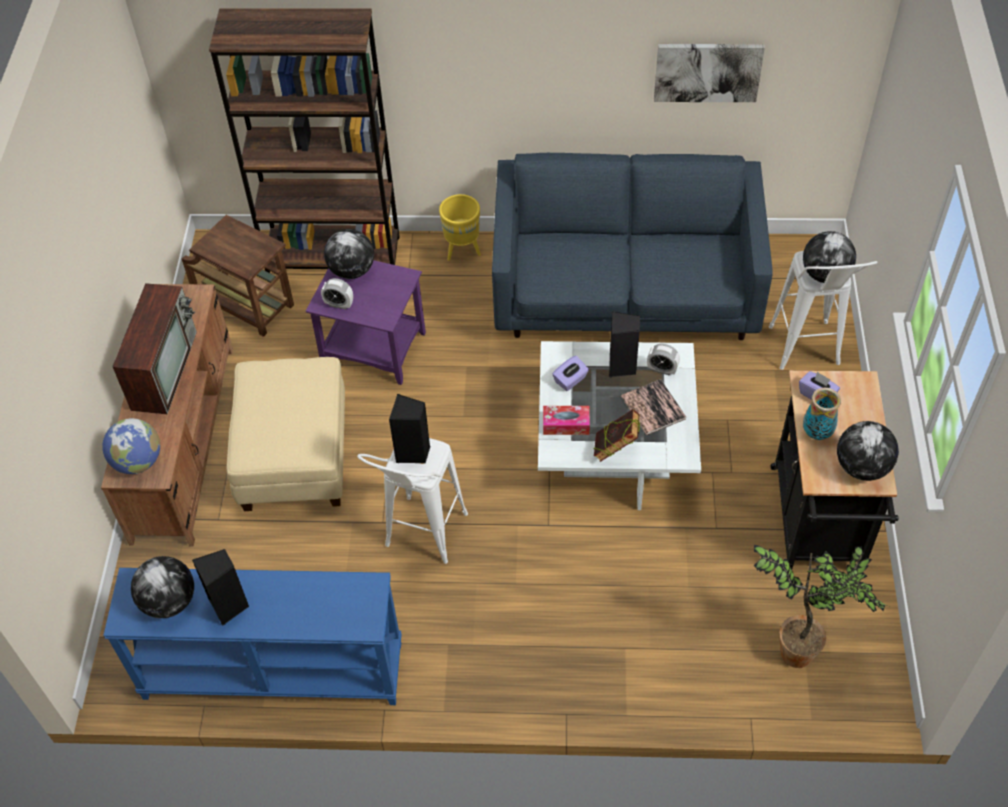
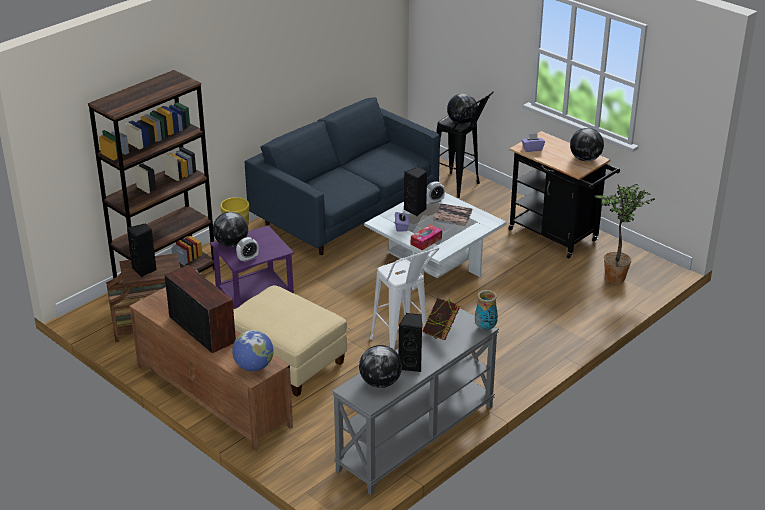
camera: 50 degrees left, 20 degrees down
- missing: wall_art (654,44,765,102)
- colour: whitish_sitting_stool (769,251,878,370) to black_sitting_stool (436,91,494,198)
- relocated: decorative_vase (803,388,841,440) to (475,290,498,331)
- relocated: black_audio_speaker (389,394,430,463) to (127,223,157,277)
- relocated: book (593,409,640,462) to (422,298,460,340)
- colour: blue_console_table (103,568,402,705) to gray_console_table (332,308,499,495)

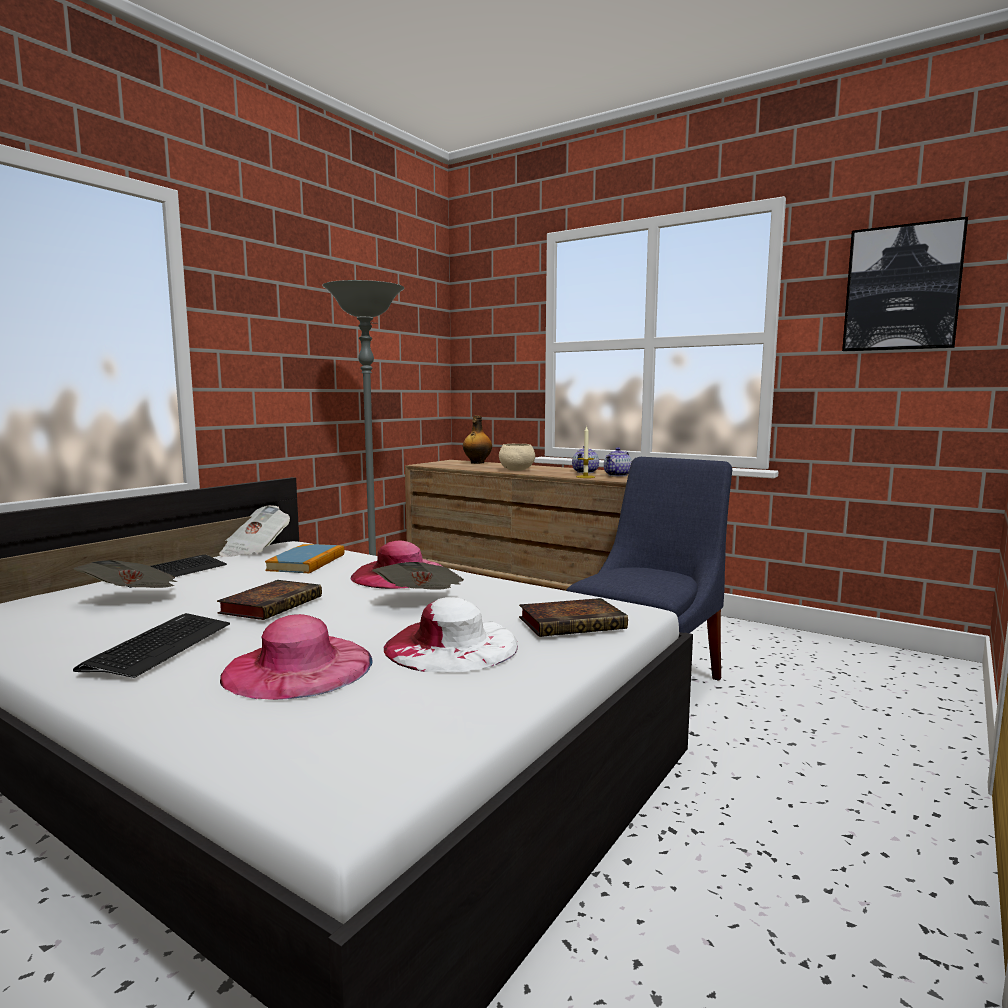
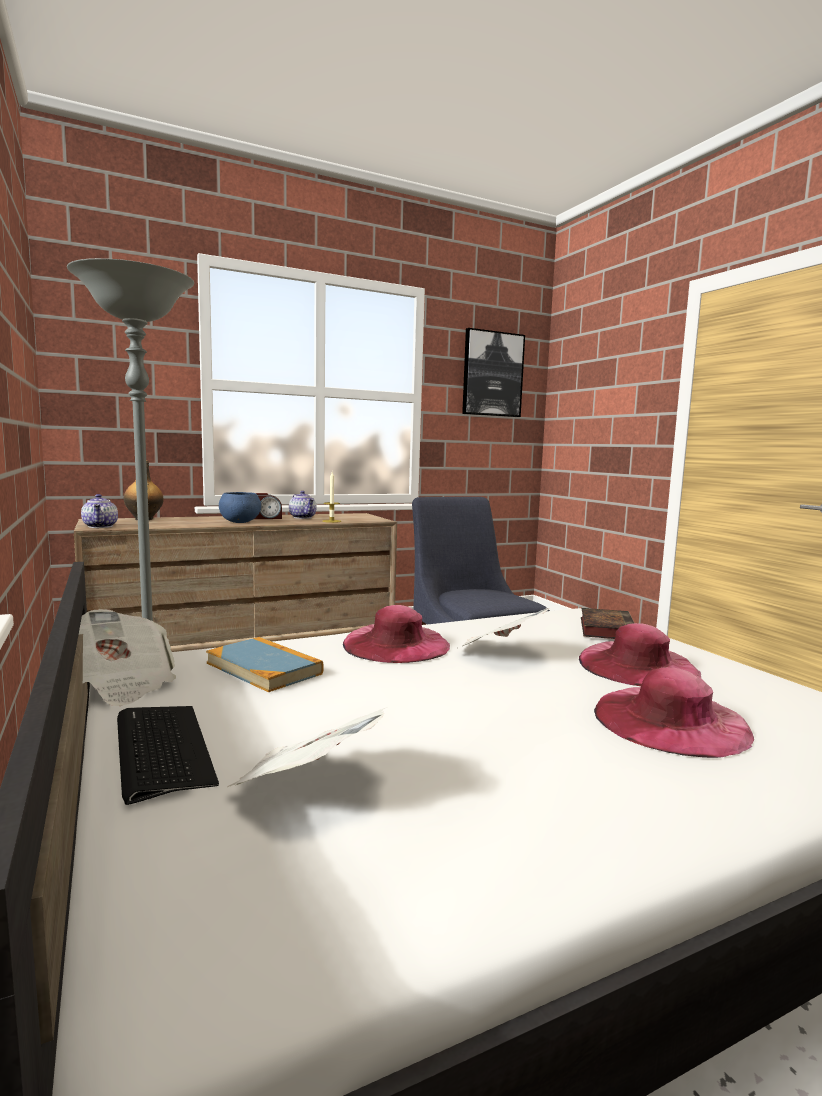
camera: 60 degrees left, 0 degrees up
- colour: beige_deep_dish (499,444,535,471) to blue_deep_dish (219,492,261,523)
- relocated: teapot (604,447,632,477) to (81,494,118,528)
- missing: book (217,580,322,620)
- colour: whitish_clothing_hat (384,597,518,673) to pinkish_clothing_hat (579,623,701,686)
- missing: PC_keyboard (73,613,230,678)
- appeared: bedside_clock (255,493,282,519)

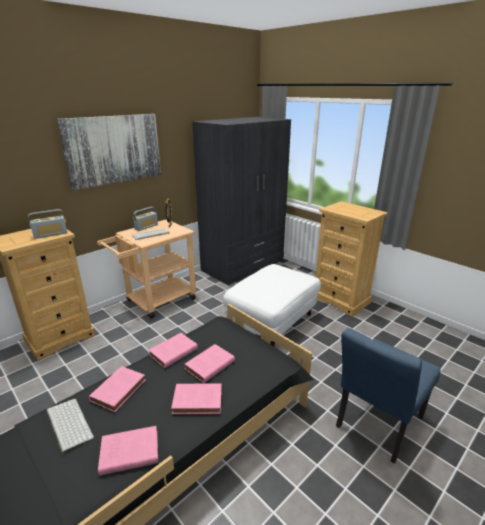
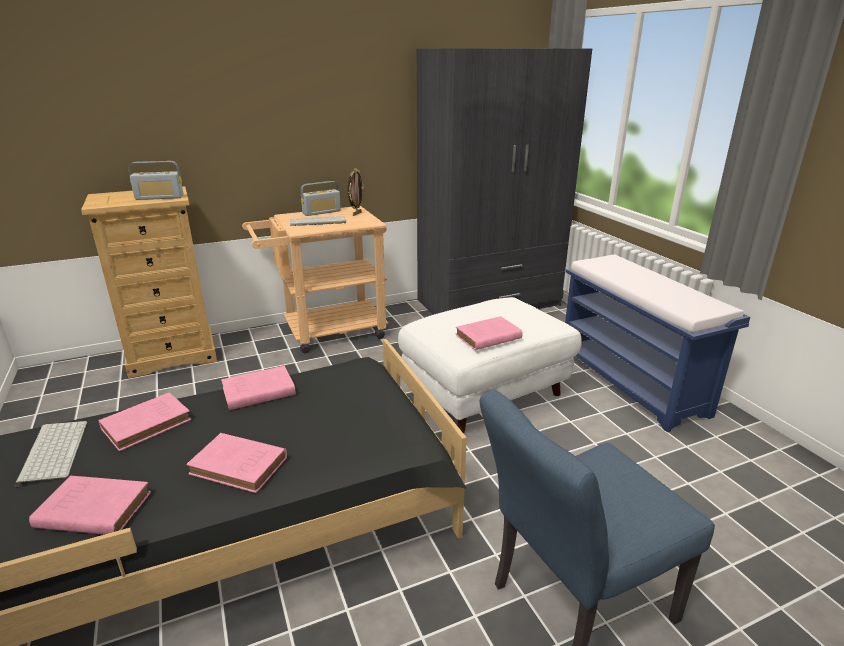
camera: 20 degrees right, 0 degrees up
- missing: wall_art (57,114,161,190)
- exchanged: beige_chest_of_drawers (315,201,388,316) to blue_long_seat (565,255,750,432)
- relocated: pinkish_book (184,344,235,383) to (456,316,523,350)

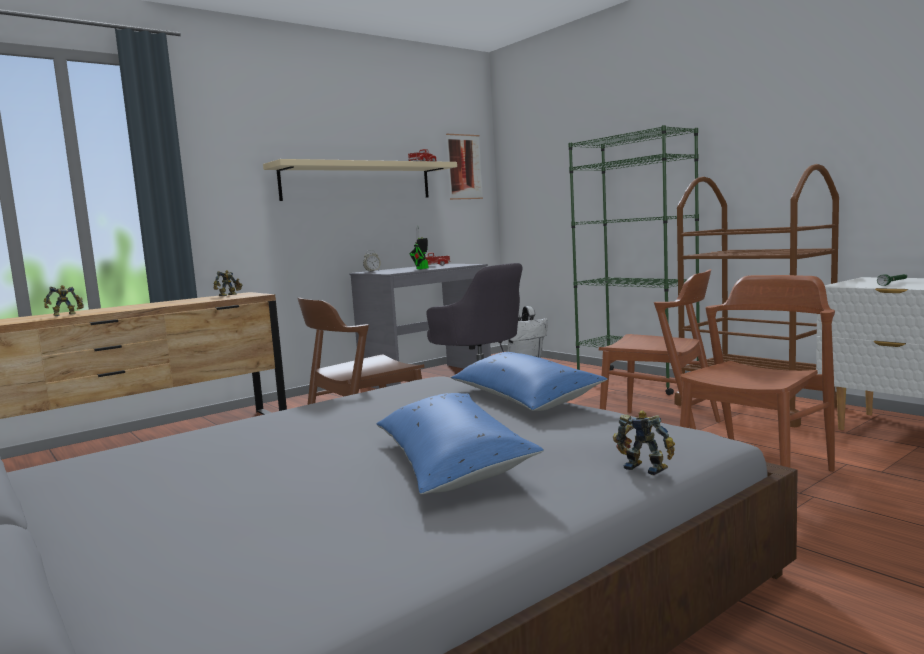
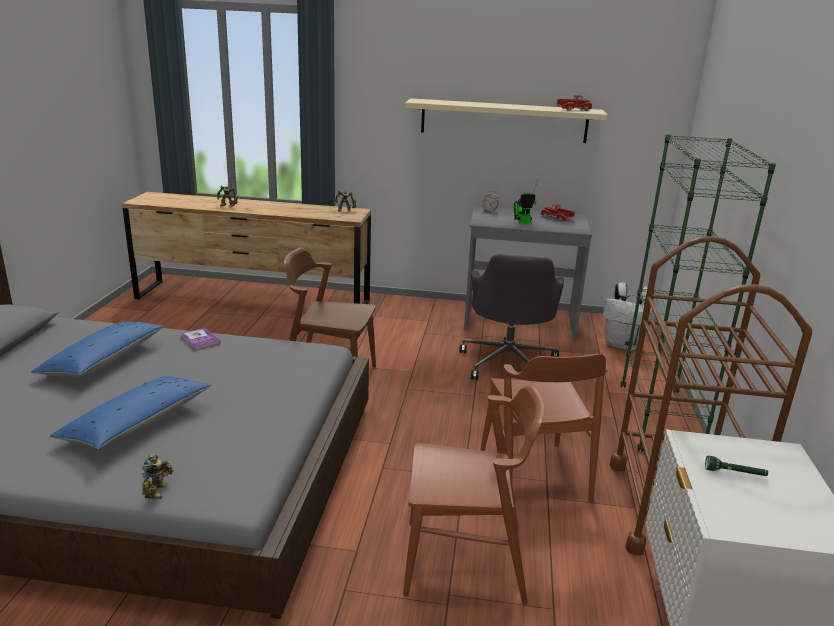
camera: 45 degrees right, 15 degrees up
- missing: wall_art (446,134,483,200)
- relocated: blue_cushion (451,352,607,411) to (31,322,165,377)
- appeared: book (180,328,220,350)

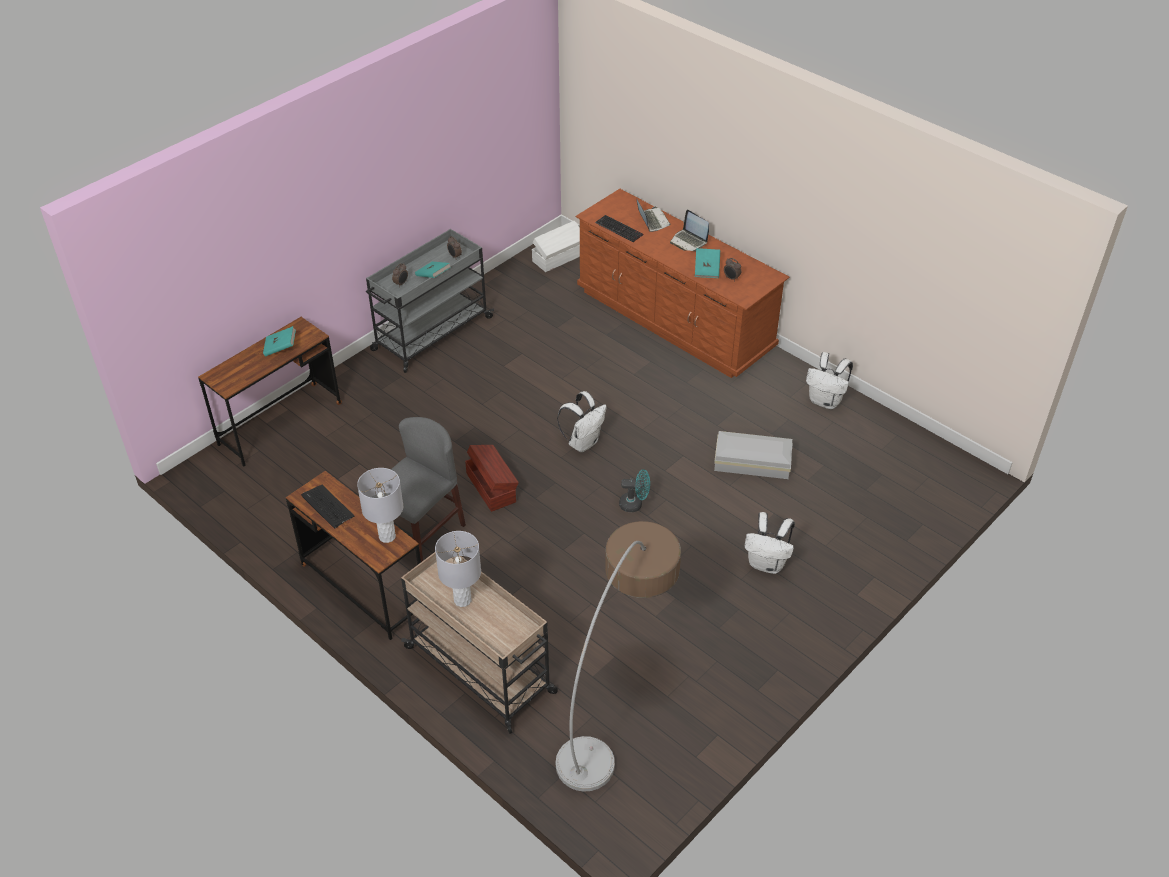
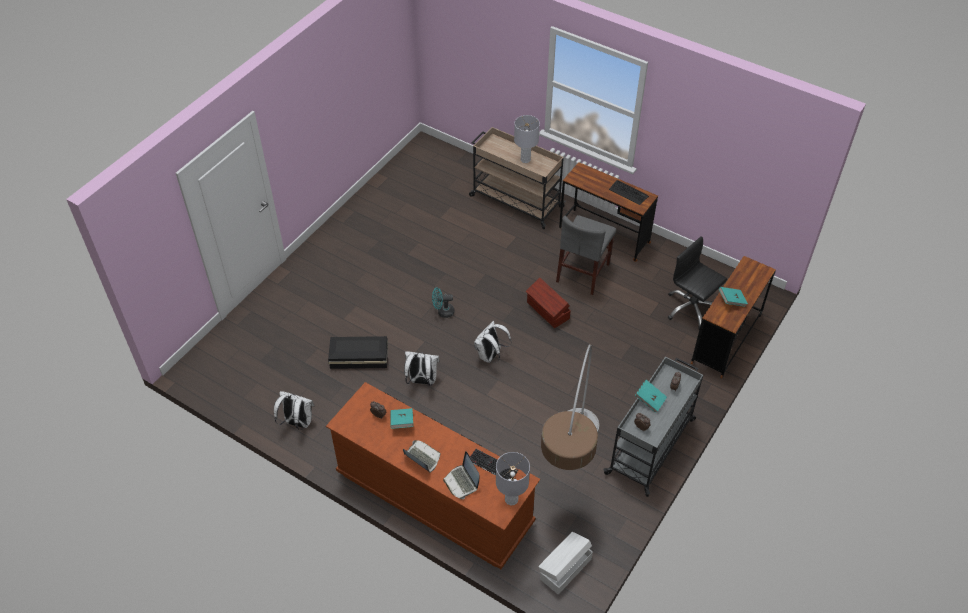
camera: 170 degrees right, 5 degrees up
- colour: whitish_storage_box (714,431,793,479) to black_storage_box (328,336,388,369)
- relocated: gray_tabletop_lamp (357,468,403,543) to (496,452,530,506)
- relocated: whitish_backpack (744,512,795,574) to (404,351,440,386)
- relocated: standing_lamp (555,521,681,792) to (541,344,599,470)
- appeared: black_desk_chair (668,236,727,329)

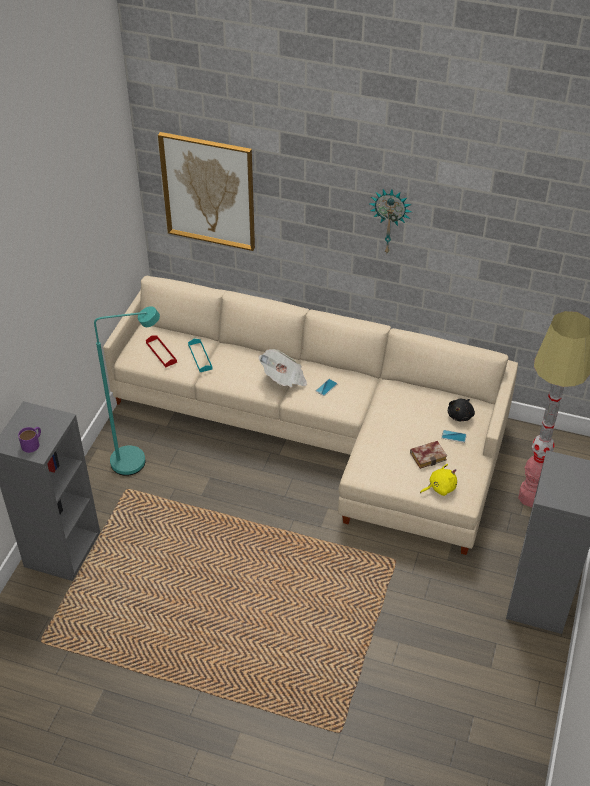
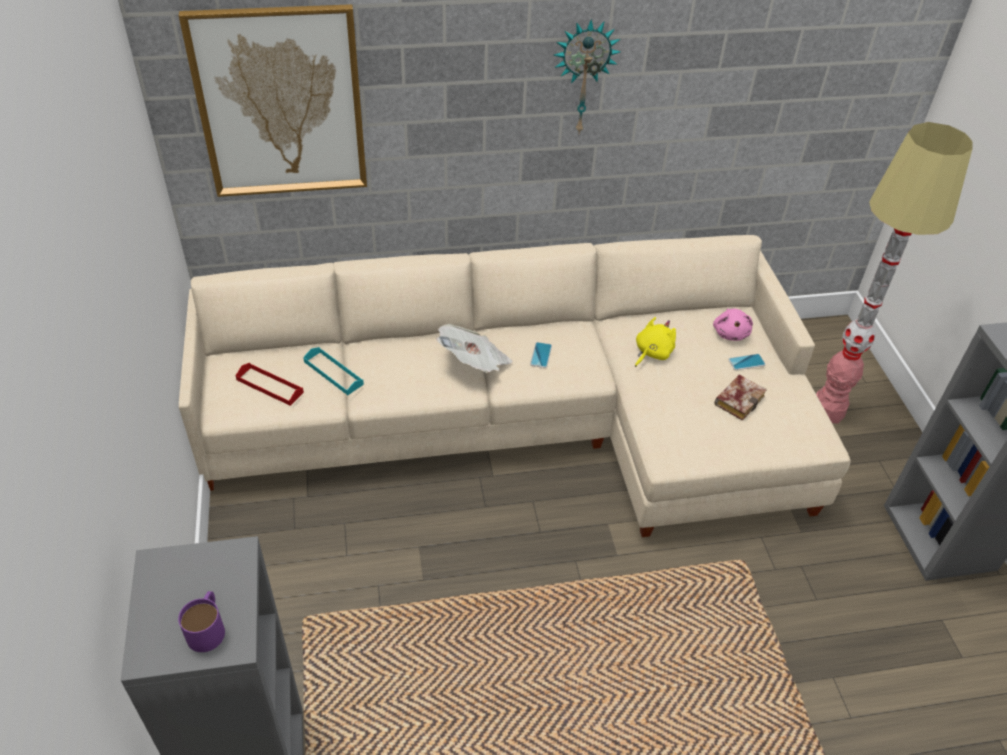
camera: 30 degrees left, 0 degrees up
- missing: blue-green_standing_lamp (94,306,160,476)
- colour: black_plush_toy (448,399,475,421) to pinkish_plush_toy (713,309,753,341)
- relocated: yellow_plush_toy (420,464,457,496) to (635,317,676,367)

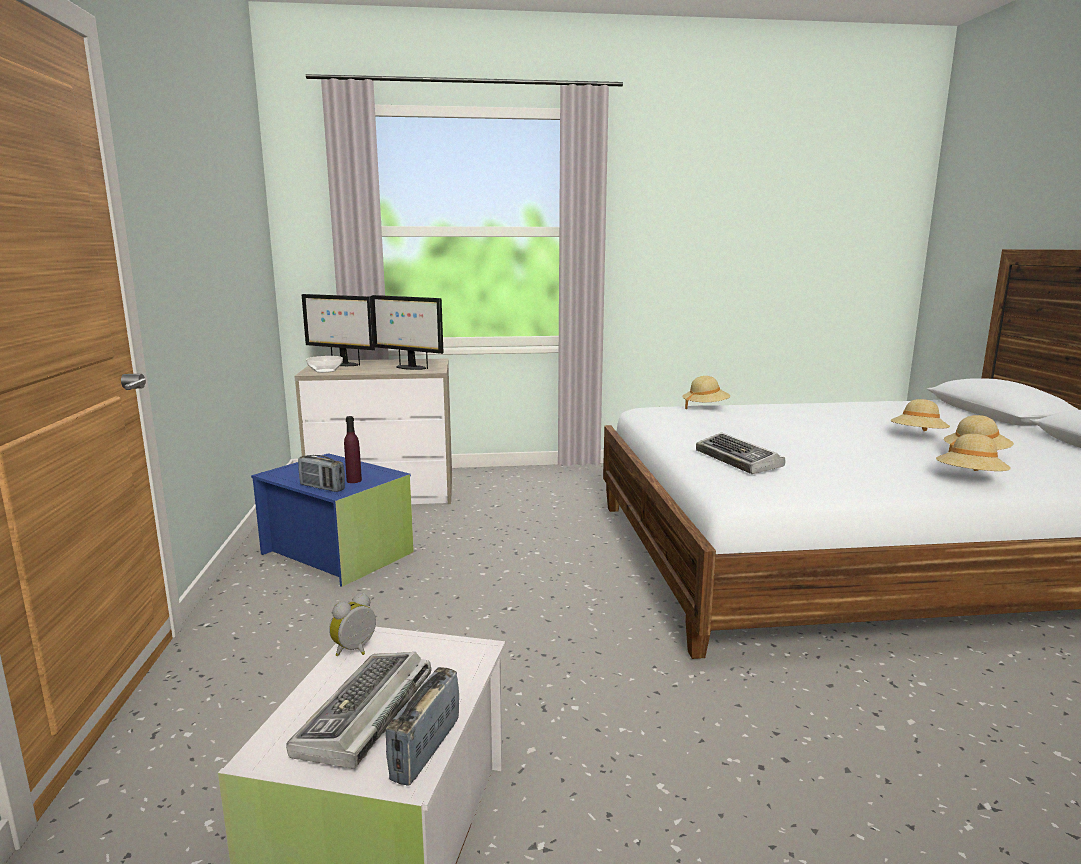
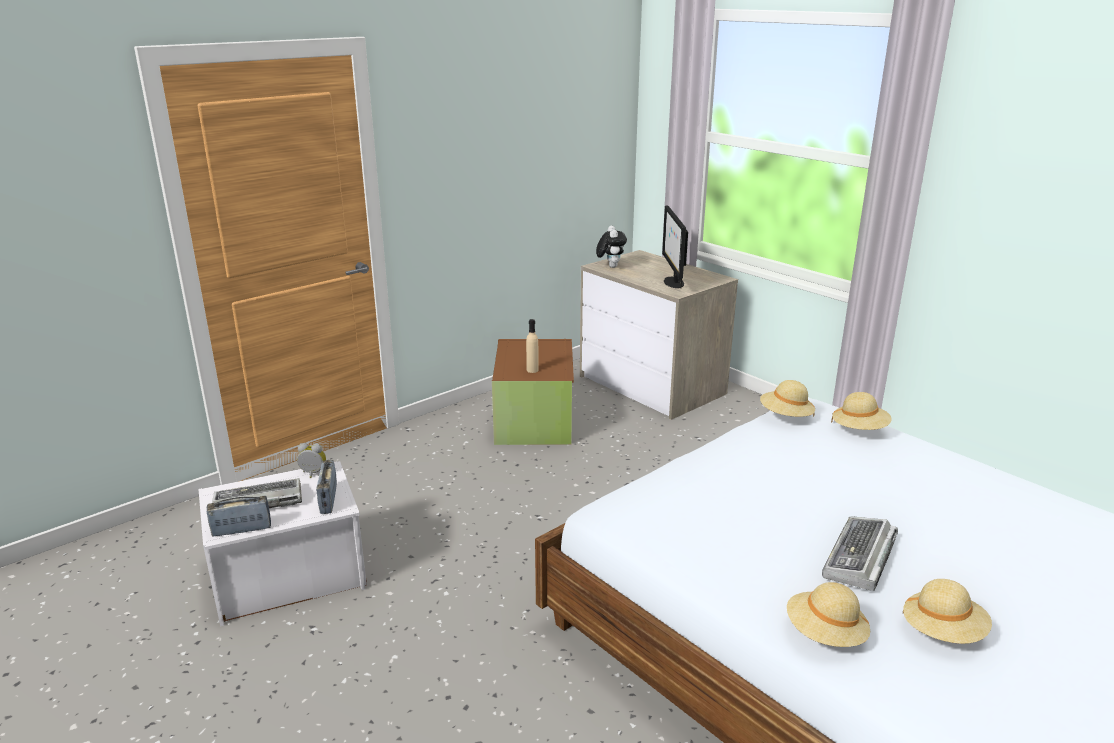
camera: 55 degrees right, 10 degrees up
- missing: computer_screen (302,294,375,366)
- exchanged: deep_dish (306,356,343,373) to plush_toy (596,226,627,268)
- relocated: beige_clothing_hat (891,399,950,431) to (760,380,815,417)
- colour: purplish_beverage_bottle (344,416,362,483) to beige_beverage_bottle (526,319,539,373)
- relocated: PC_keyboard (696,432,786,474) to (822,516,898,591)
- colour: blue_storage_box (251,453,414,587) to brown-coloured_storage_box (492,339,574,445)
- relocated: radio (298,455,345,492) to (316,460,337,514)

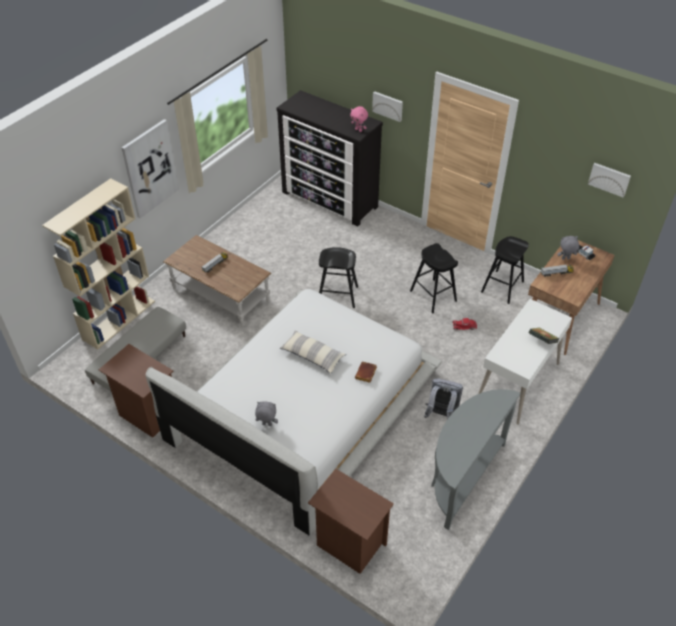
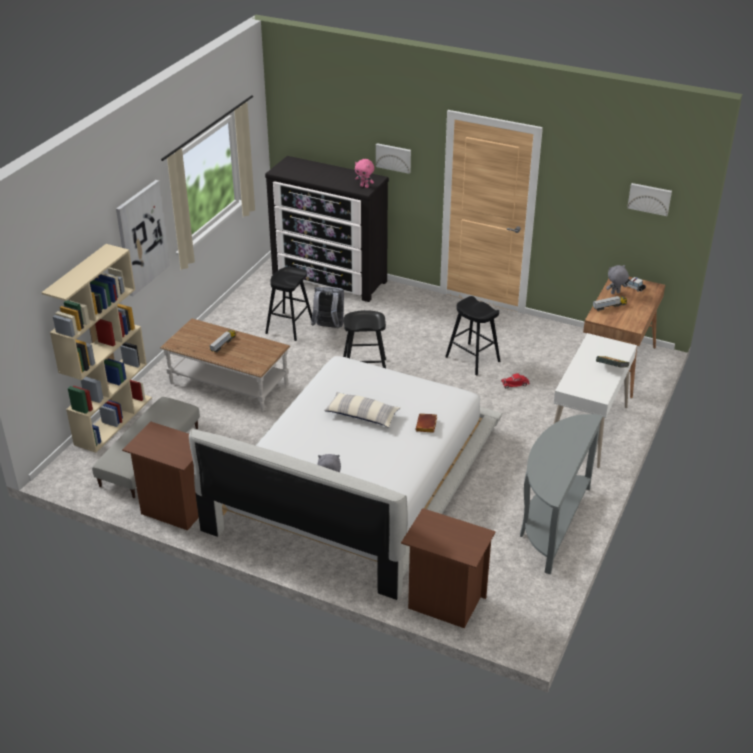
camera: 10 degrees left, 10 degrees down
- relocated: black_sitting_stool (481,236,529,304) to (265,267,312,341)
- relocated: gray_backpack (424,378,463,419) to (311,287,344,329)

